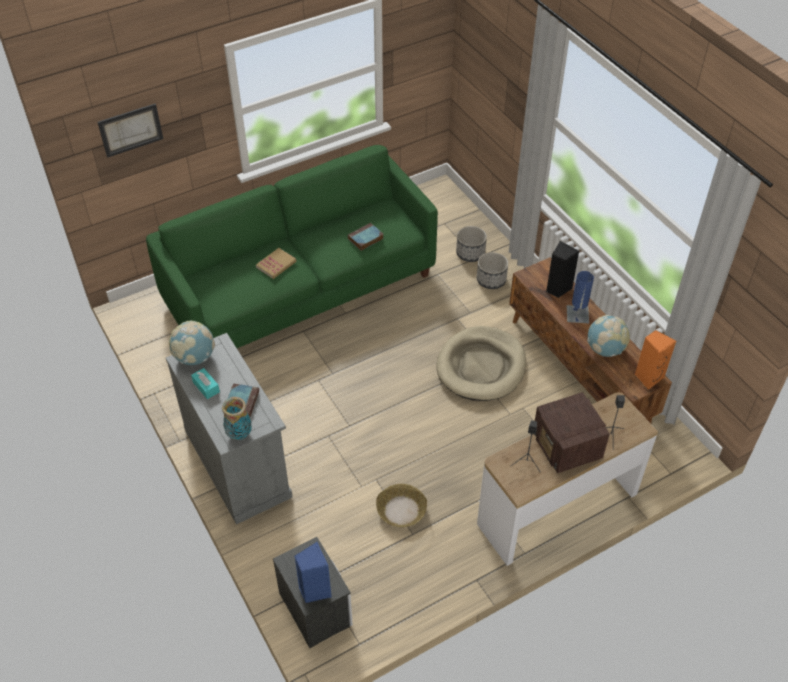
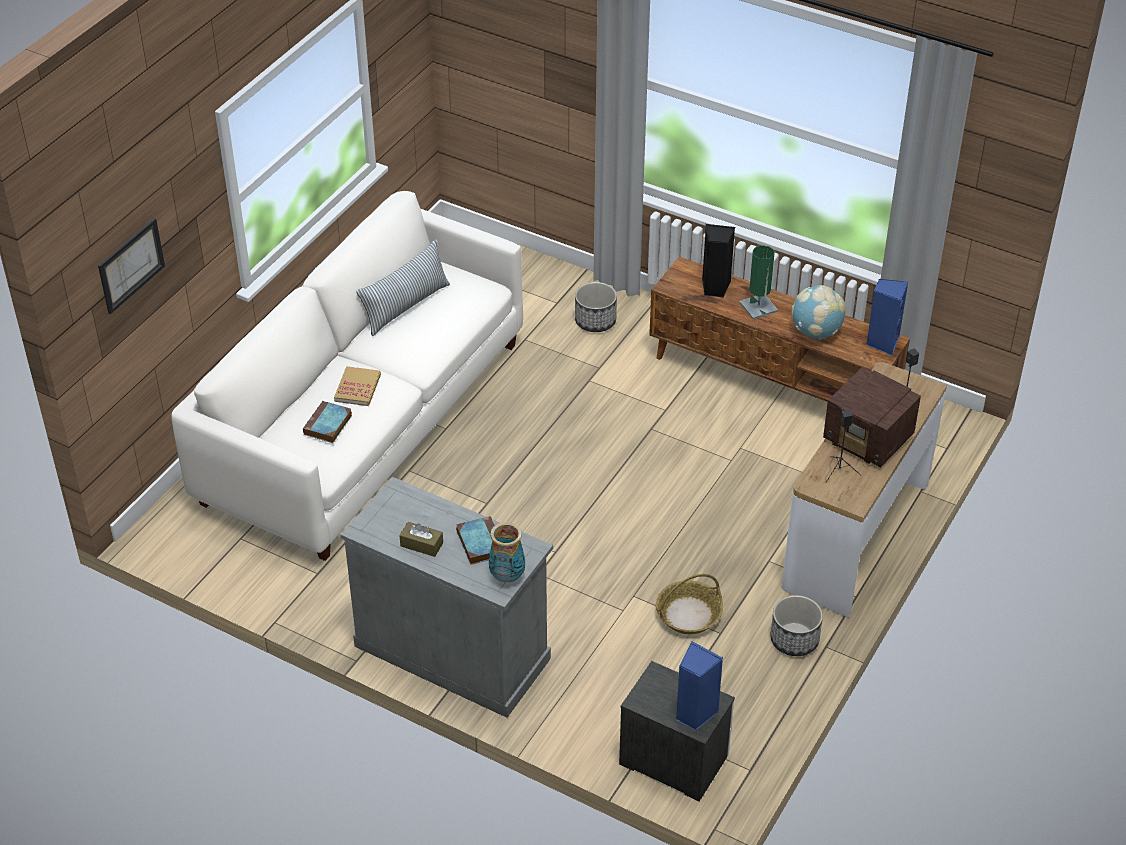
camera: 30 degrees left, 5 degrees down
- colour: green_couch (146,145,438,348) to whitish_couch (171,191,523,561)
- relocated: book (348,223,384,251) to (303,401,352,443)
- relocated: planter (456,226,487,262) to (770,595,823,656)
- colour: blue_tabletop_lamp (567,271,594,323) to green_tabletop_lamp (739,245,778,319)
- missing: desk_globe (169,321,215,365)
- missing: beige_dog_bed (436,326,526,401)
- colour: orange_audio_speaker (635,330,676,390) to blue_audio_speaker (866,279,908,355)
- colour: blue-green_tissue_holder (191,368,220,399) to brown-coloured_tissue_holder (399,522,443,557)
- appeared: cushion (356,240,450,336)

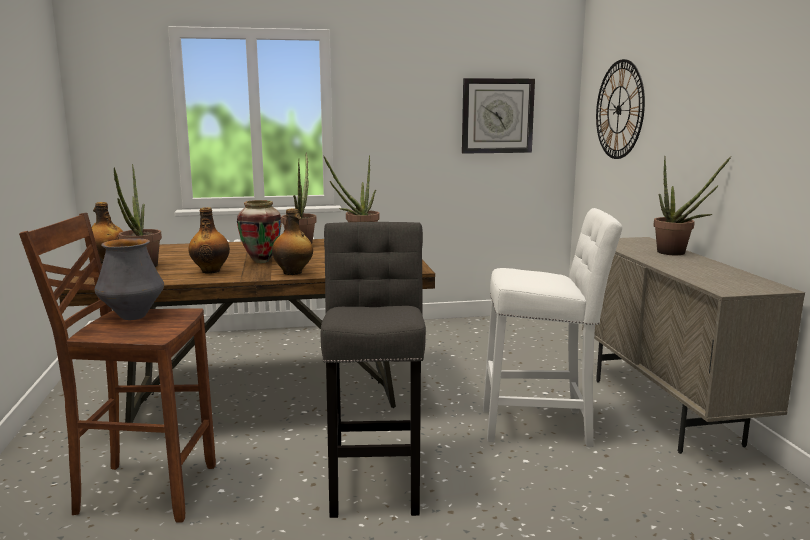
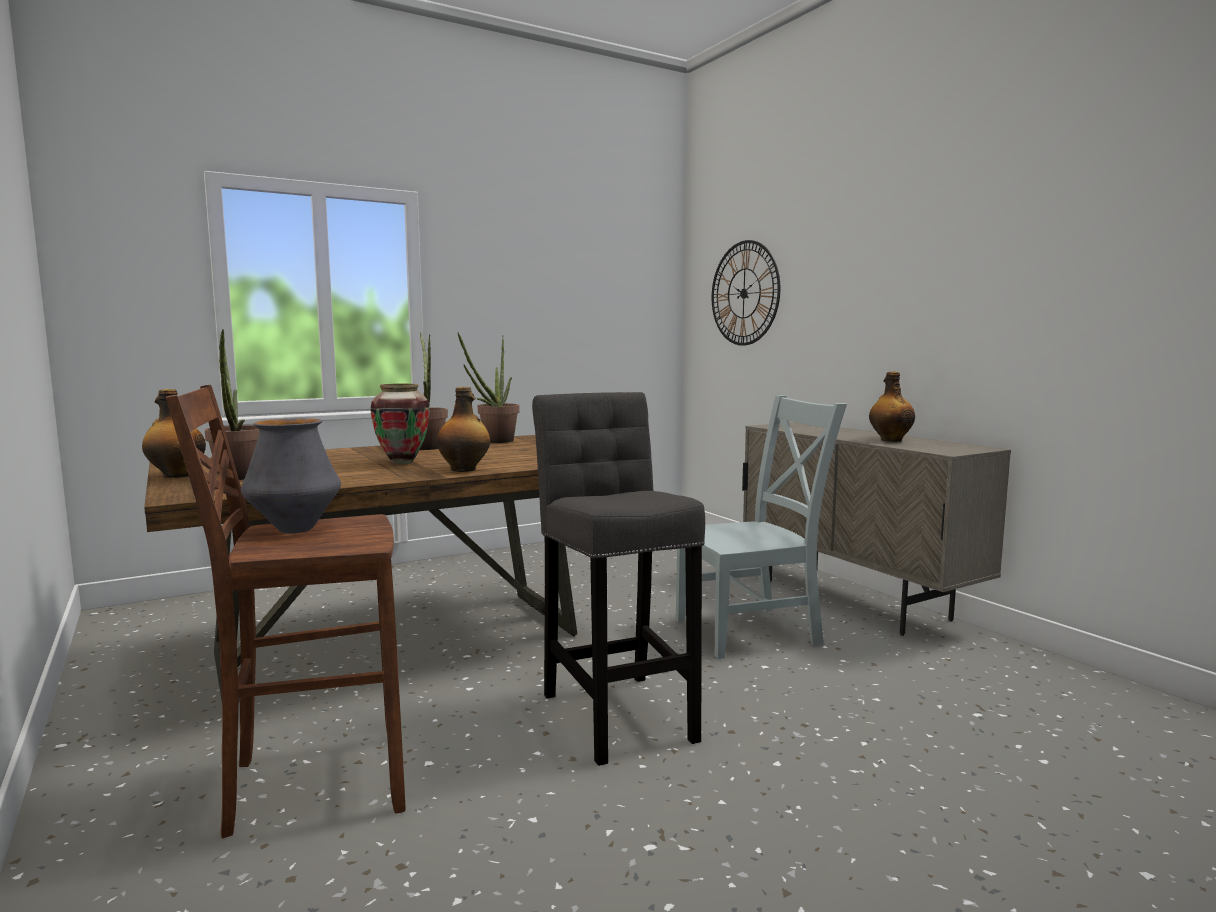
camera: 20 degrees left, 5 degrees down
- missing: clock_on_the_wall (462,78,535,154)
- missing: plant_in_a_pot (653,156,731,255)
- relocated: beverage_bottle (189,207,230,274) to (869,372,915,442)
- exchanged: whitish_sitting_stool (483,208,622,447) to gray_upright_chair (676,395,847,659)

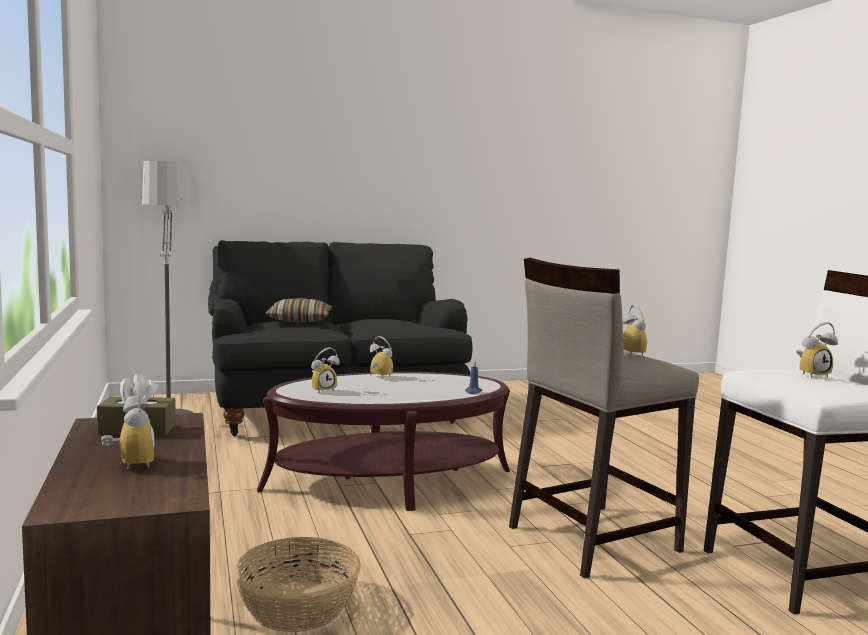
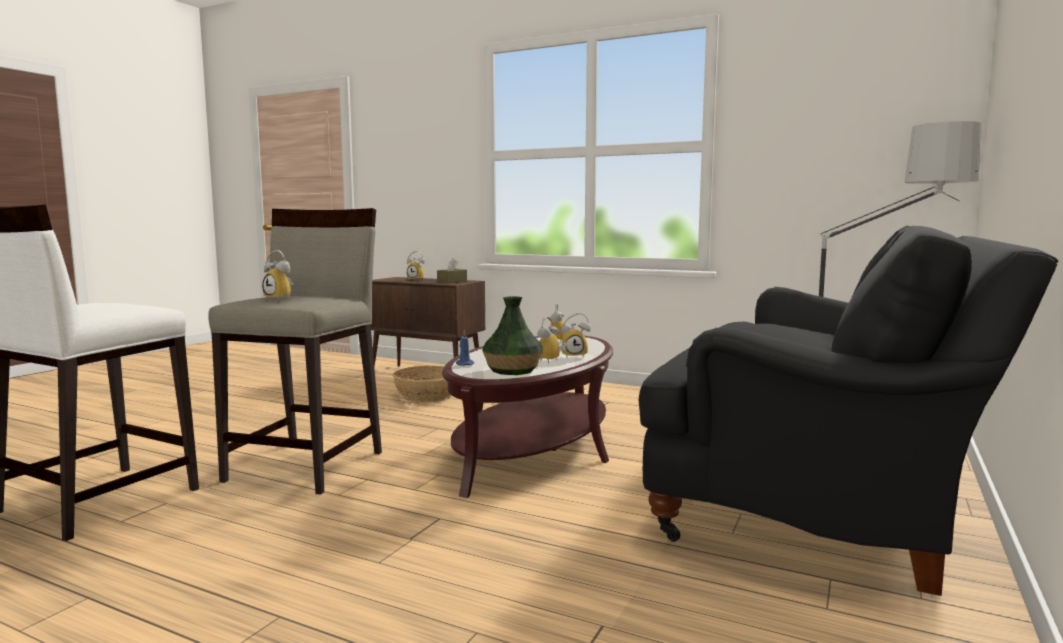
camera: 135 degrees right, 0 degrees up
- missing: cushion (266,298,332,323)
- relocated: bedside_clock (796,322,838,378) to (537,316,567,364)
- appeared: decorative_vase (482,296,543,375)

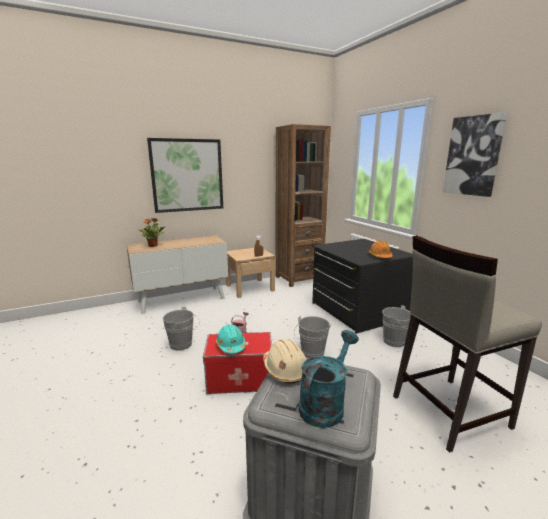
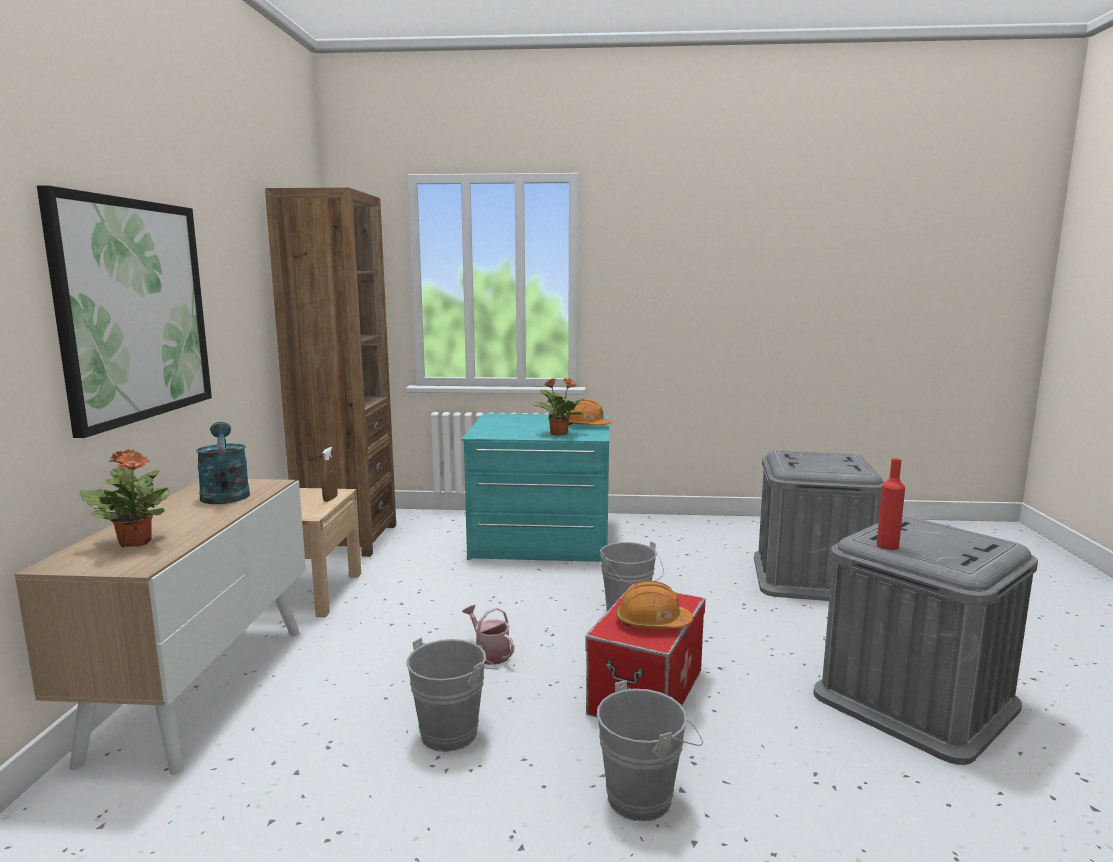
camera: 60 degrees left, 5 degrees down
- missing: wall_art (443,112,507,197)
- exchanged: beige_sitting_stool (393,235,542,453) to gray_storage_box (754,451,885,601)
- colour: black_chest_of_drawers (312,239,413,334) to blue-green_chest_of_drawers (461,413,609,562)
- relocated: gray_water_bucket (382,305,411,348) to (597,680,703,822)
- colour: blue-green_safety_helmet (216,324,246,353) to orange_safety_helmet (616,581,693,629)
- relocated: blue-green_watering_can (299,330,359,428) to (196,422,250,504)
- exchanged: beige_safety_helmet (263,339,306,383) to red-coloured_beverage_bottle (876,458,905,550)
- appeared: plant_in_a_pot (534,378,585,436)

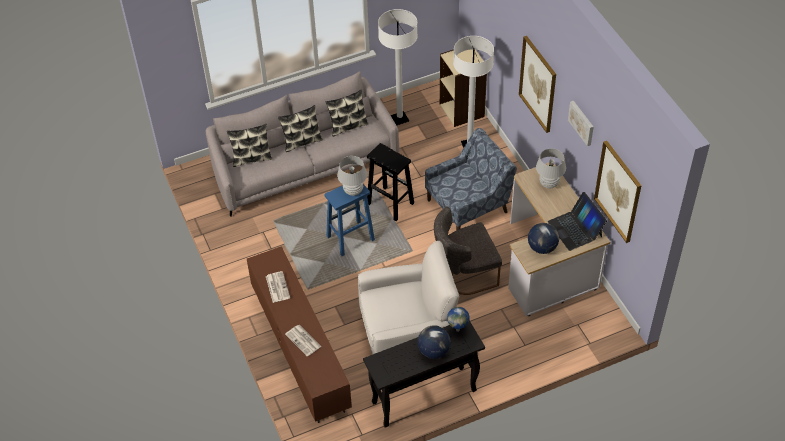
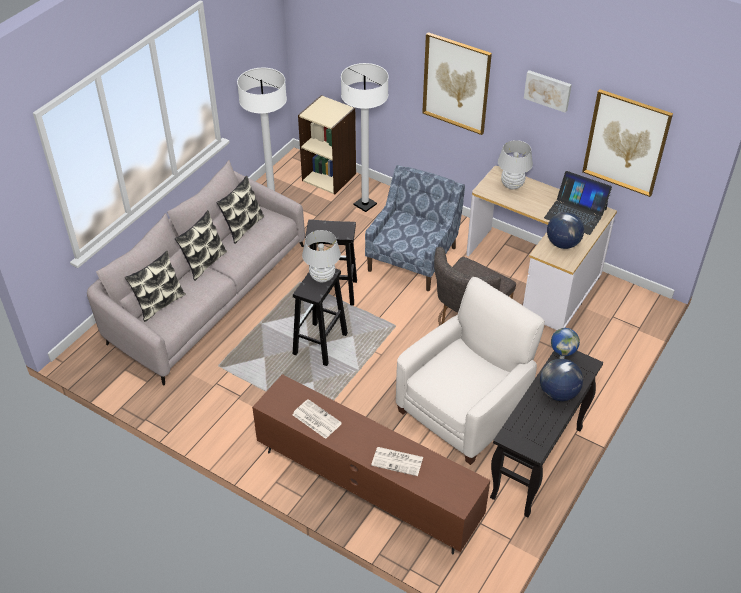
camera: 35 degrees left, 5 degrees down
- colour: blue_sitting_stool (324,184,375,256) to black_sitting_stool (293,268,348,366)

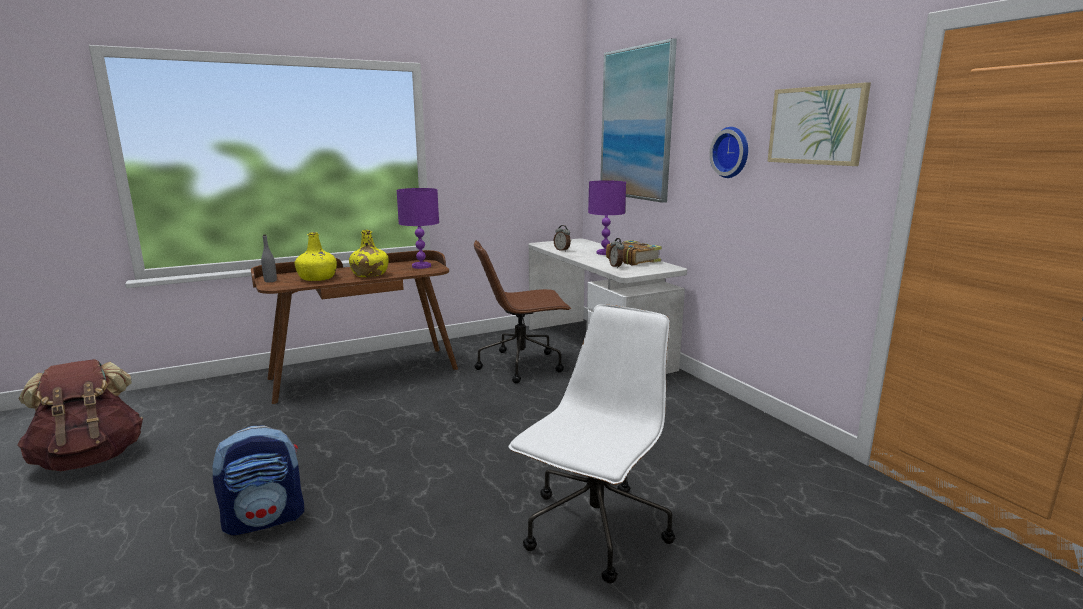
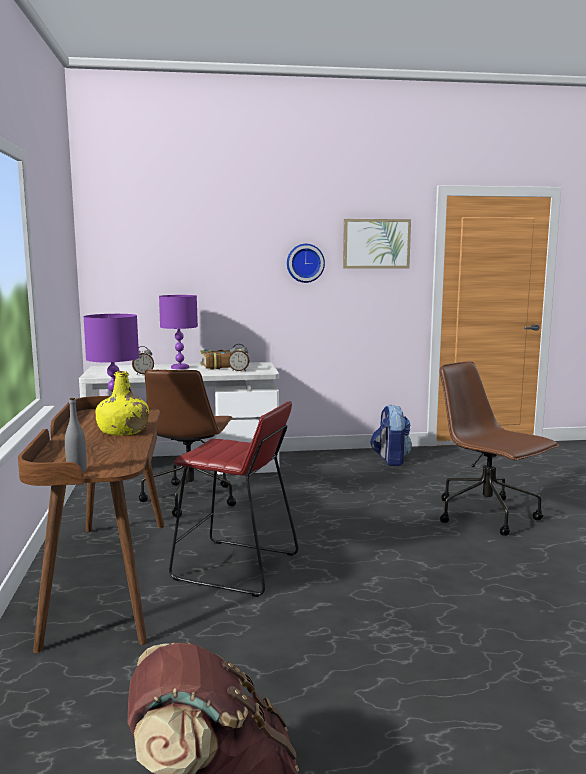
camera: 70 degrees left, 5 degrees down
- missing: wall_art (600,38,677,203)
- missing: yellow_beverage_bottle (295,232,337,281)
- colour: whitish_desk_chair (509,304,675,584) to brown-coloured_desk_chair (439,361,559,536)
- relocated: backpack (212,425,304,535) to (370,404,412,466)
- appeared: red-coloured_sitting_stool (169,401,298,597)

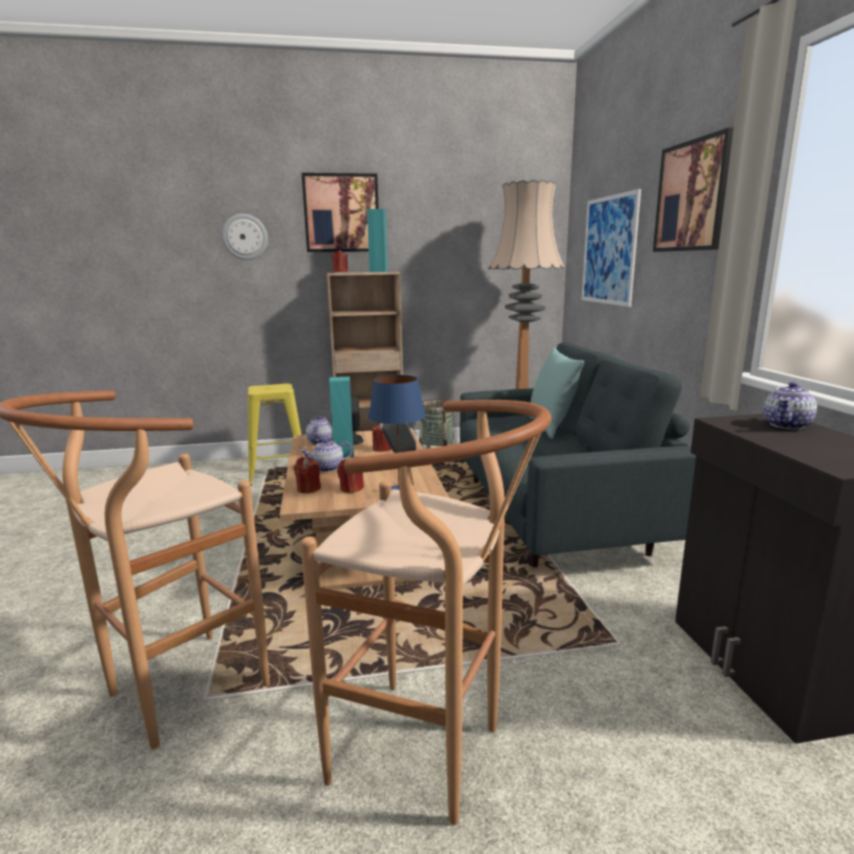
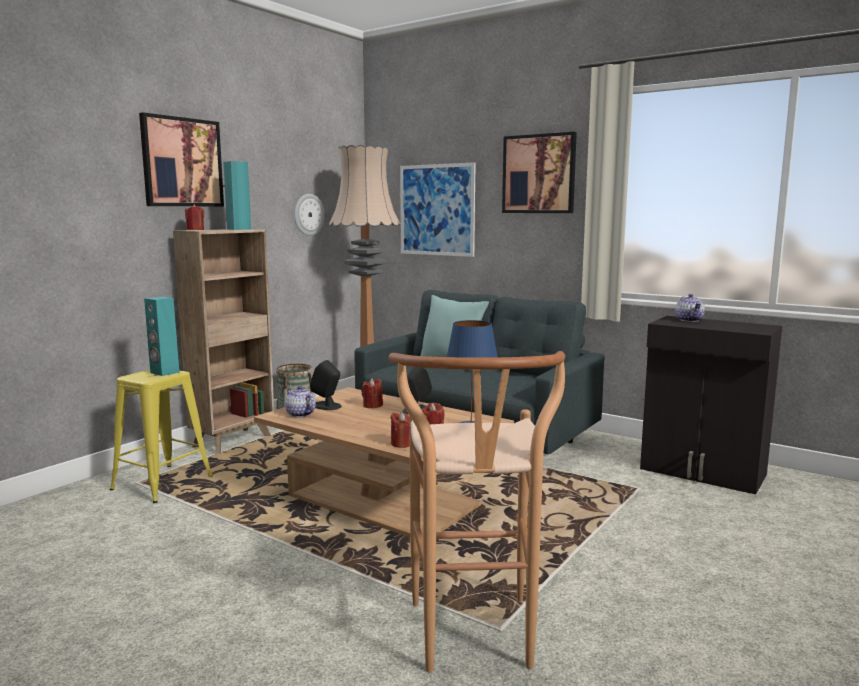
camera: 45 degrees left, 5 degrees down
- relocated: clock_on_the_wall (222,214,268,260) to (294,194,324,236)
- relocated: blue-green_audio_speaker (329,376,354,458) to (144,296,179,376)
- missing: brown-coloured_sitting_stool (301,400,551,825)
- missing: teapot (300,439,353,472)

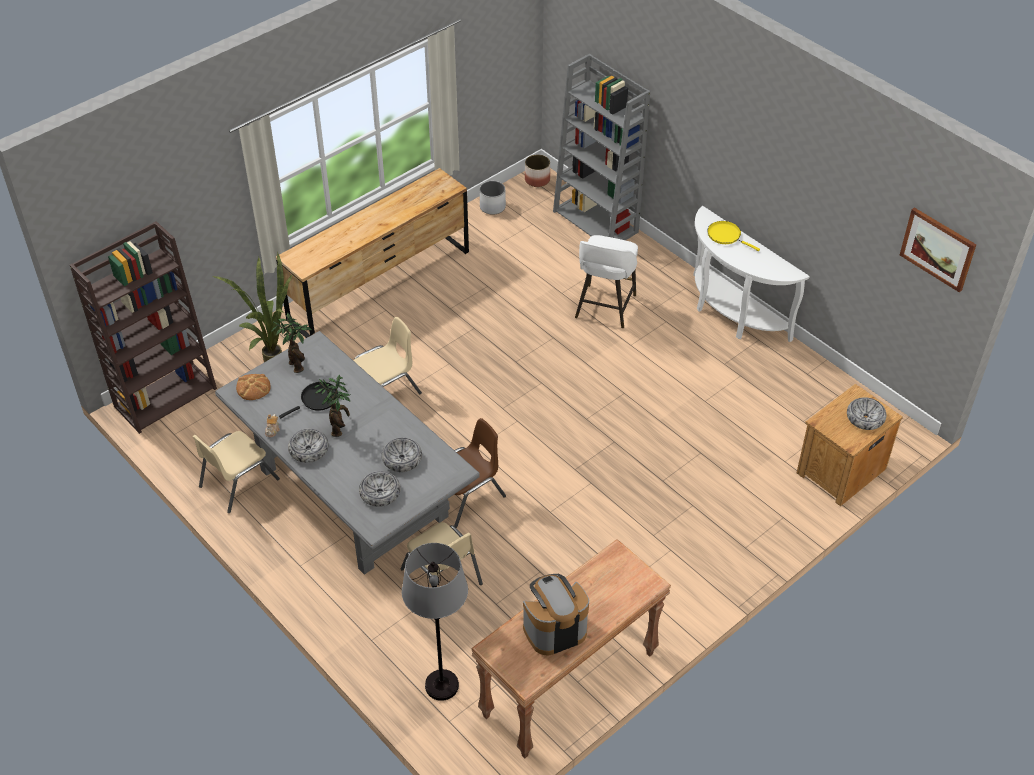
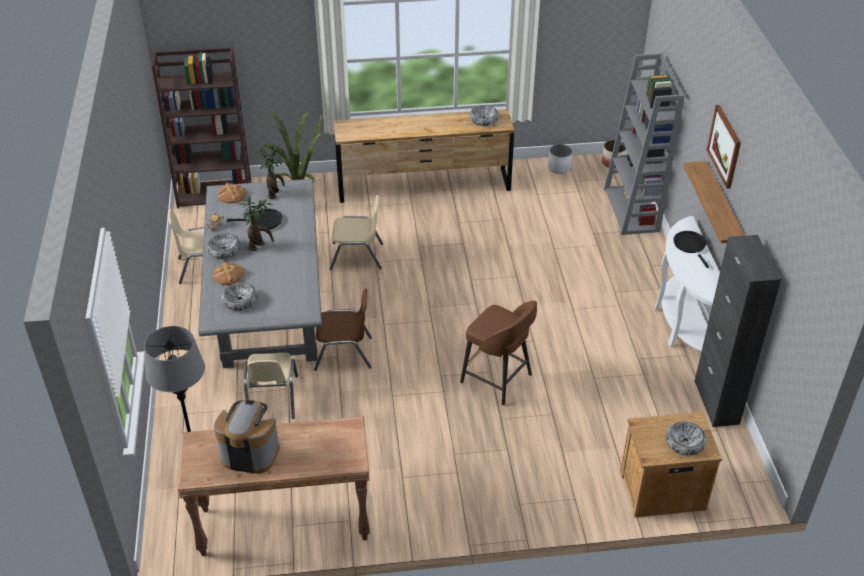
camera: 35 degrees right, 5 degrees down
- relocated: wall_art (900,207,976,292) to (707,105,741,189)
- colour: yellow_skillet (707,221,760,251) to black_skillet (674,231,709,268)
- missing: whitish_sitting_stool (575,235,638,328)
- relocated: deep_dish (381,438,422,472) to (469,105,499,126)
- appeared: bracket_shelf (683,161,745,243)
- appeared: black_storage_cabinet (694,235,781,427)
- appeared: baked_bread (213,262,244,285)
- appeared: brown-coloured_sitting_stool (460,301,537,405)

